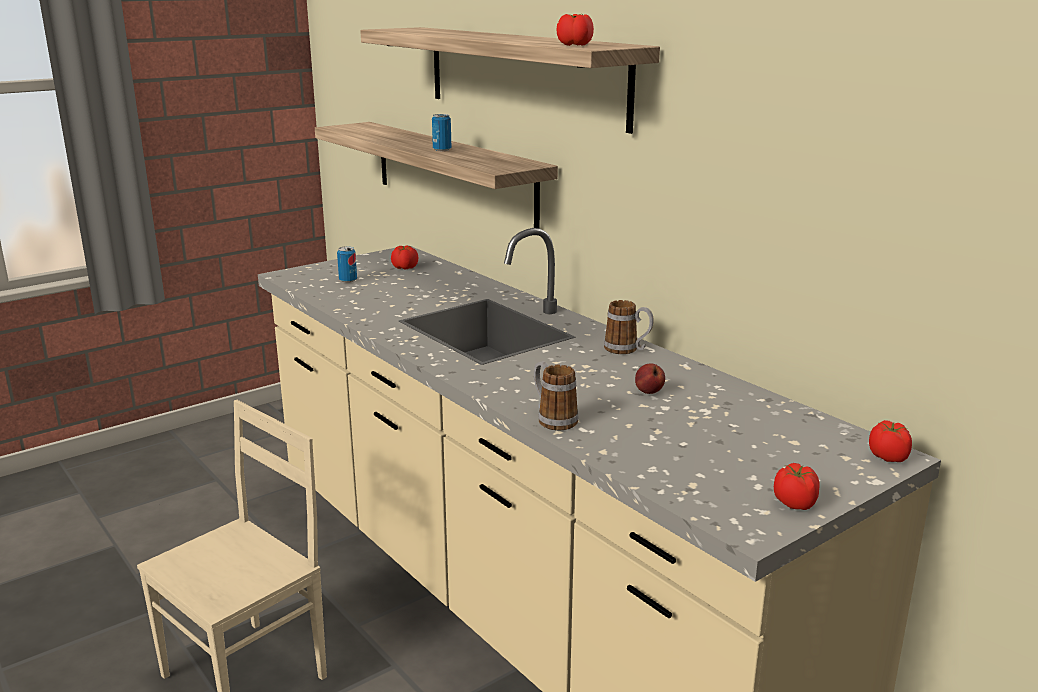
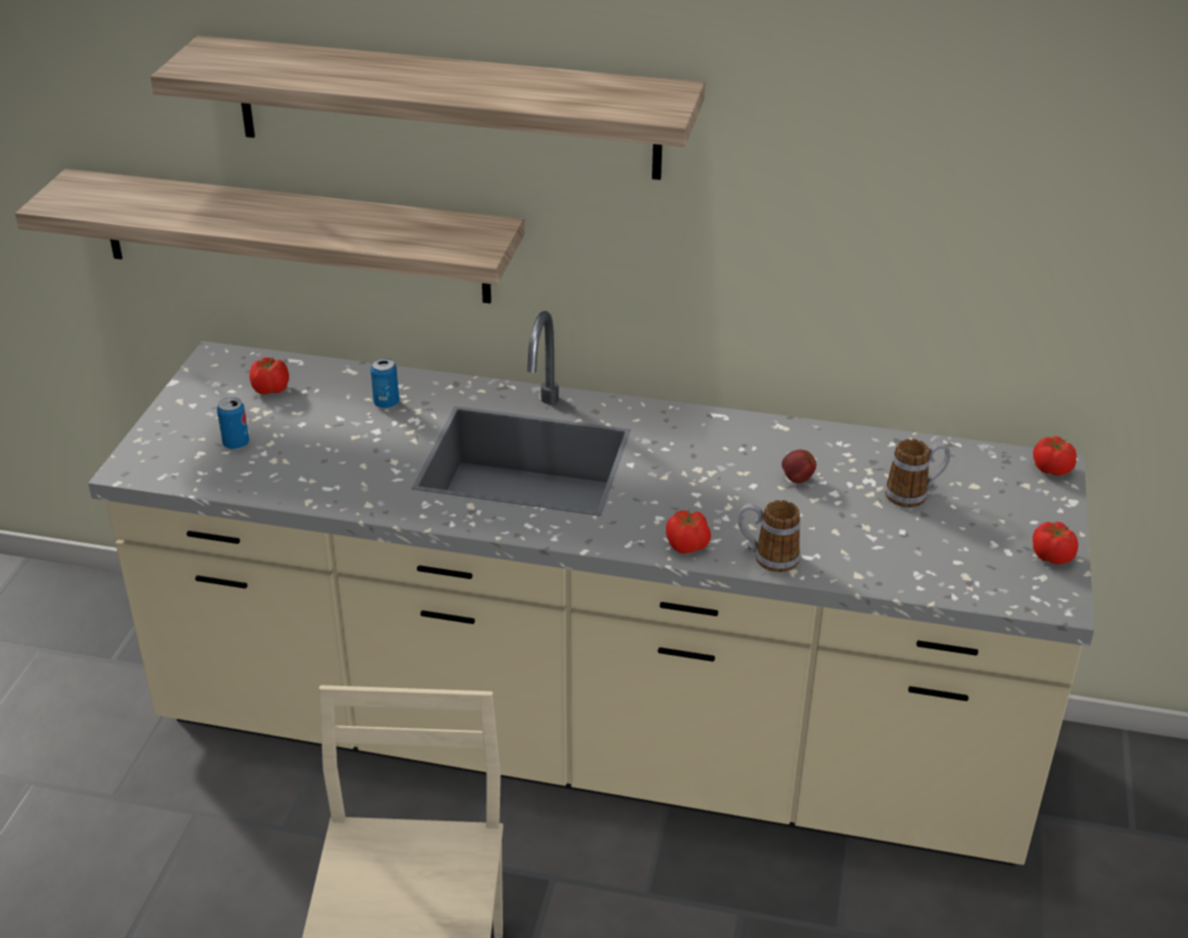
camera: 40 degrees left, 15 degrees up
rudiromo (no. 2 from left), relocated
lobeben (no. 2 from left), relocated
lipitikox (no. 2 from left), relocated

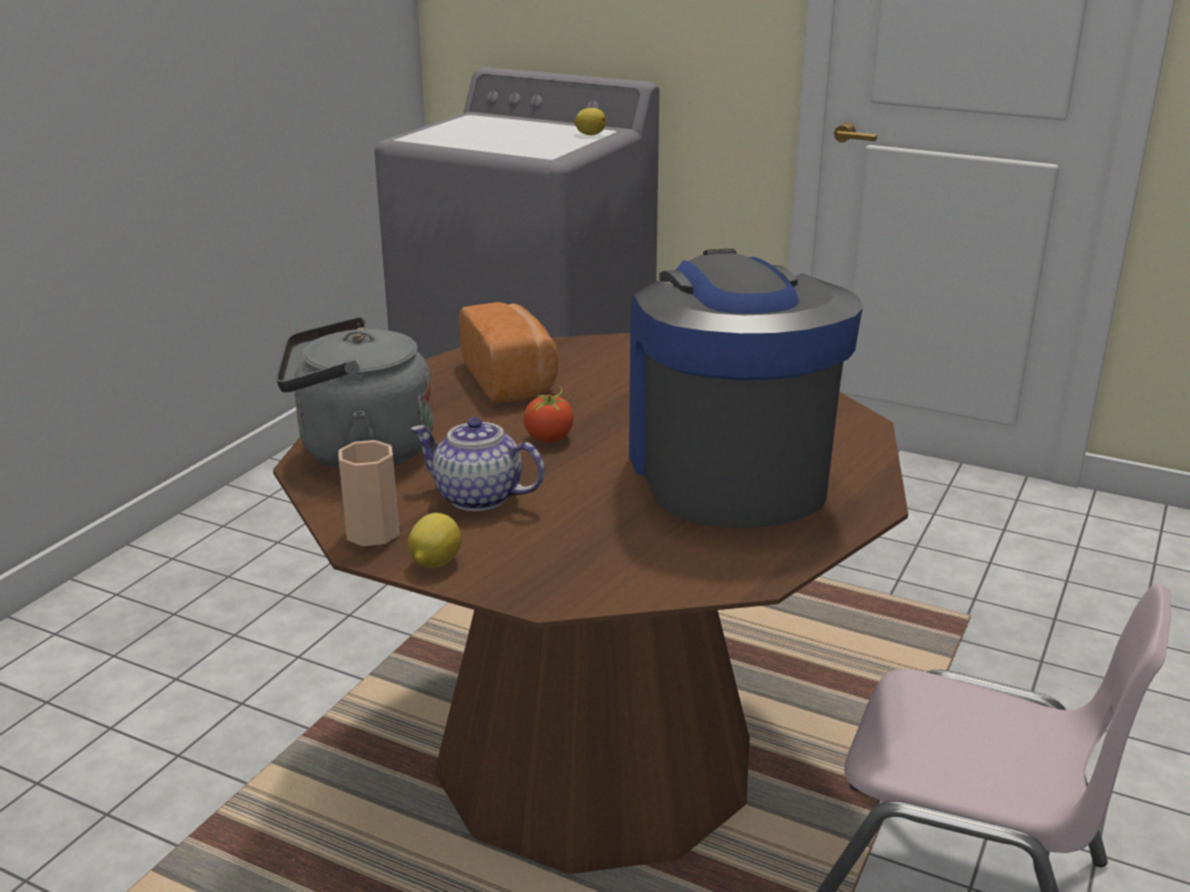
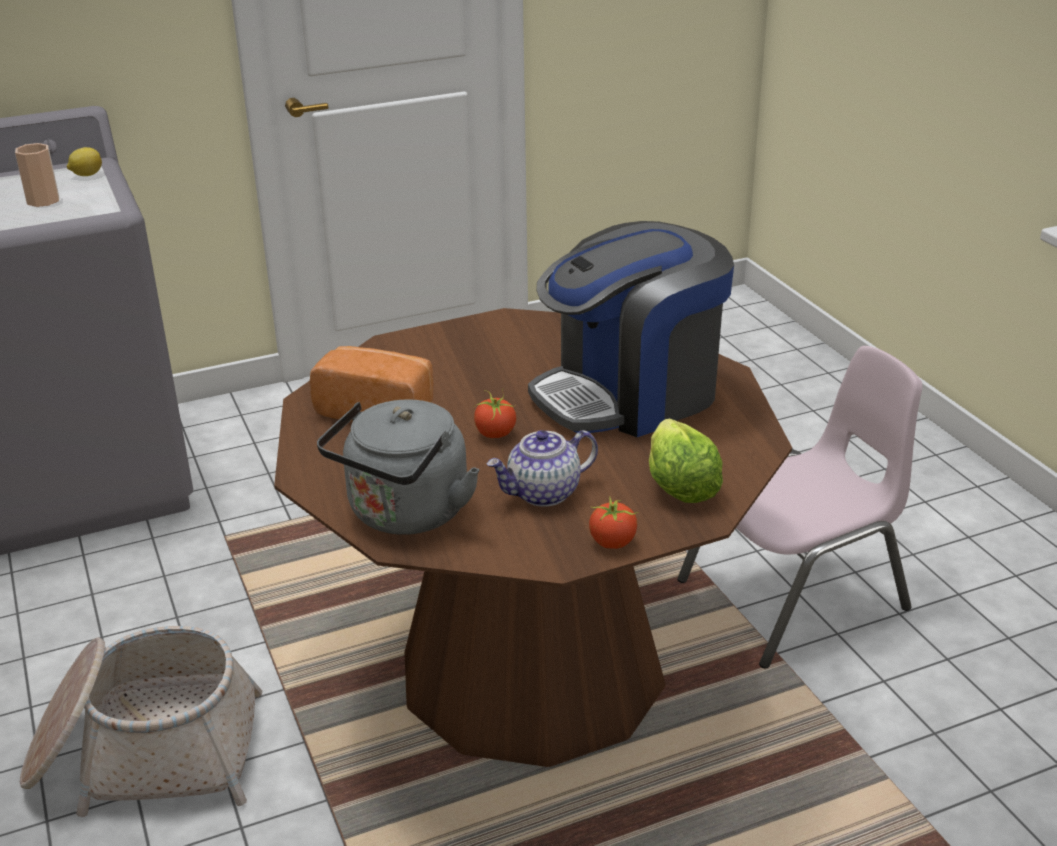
camera: 50 degrees left, 5 degrees up
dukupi, relocated
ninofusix (no. 1 from left) => lobeben (no. 2 from left)
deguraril, 60 degrees counterclockwise
nothing => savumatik
nothing => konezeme

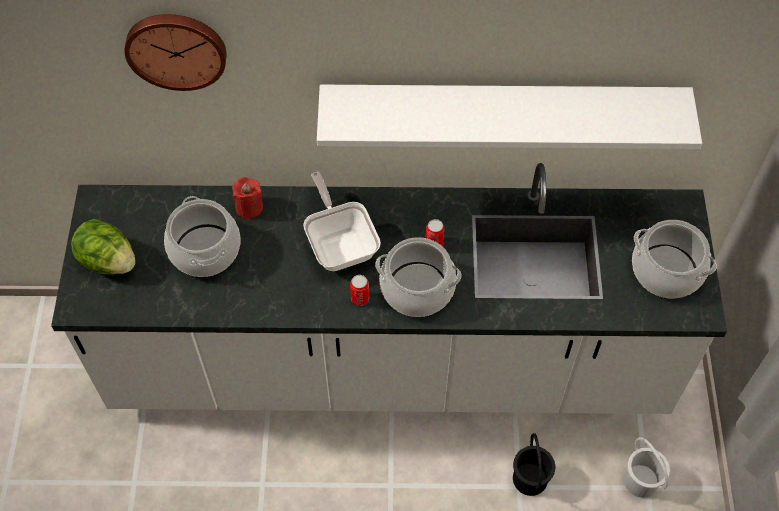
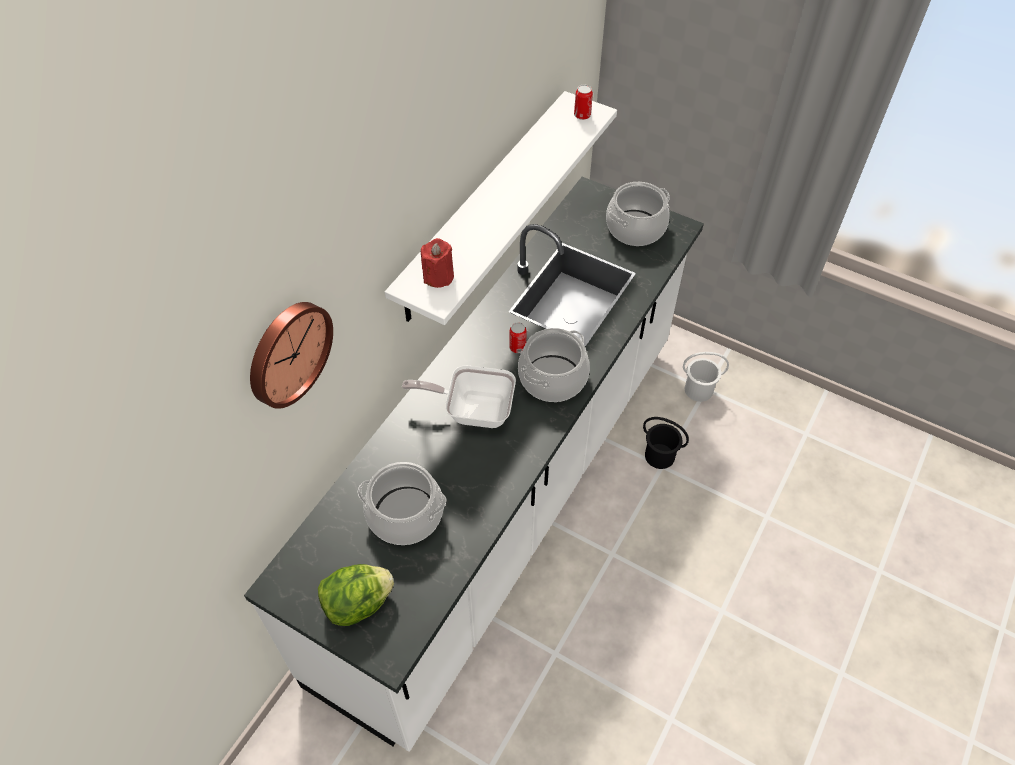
camera: 60 degrees left, 5 degrees down
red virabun, relocated
rudiromo (no. 1 from left in the first image) => rudiromo (no. 2 from left), relocated

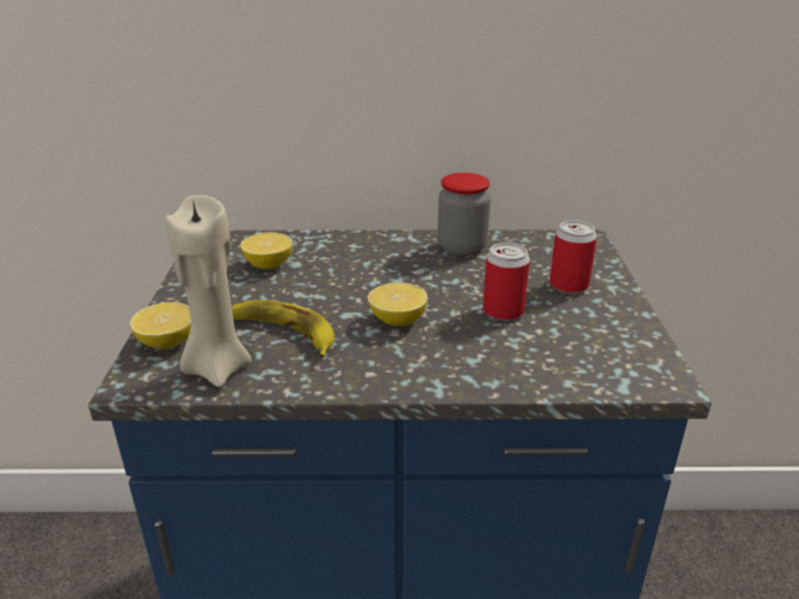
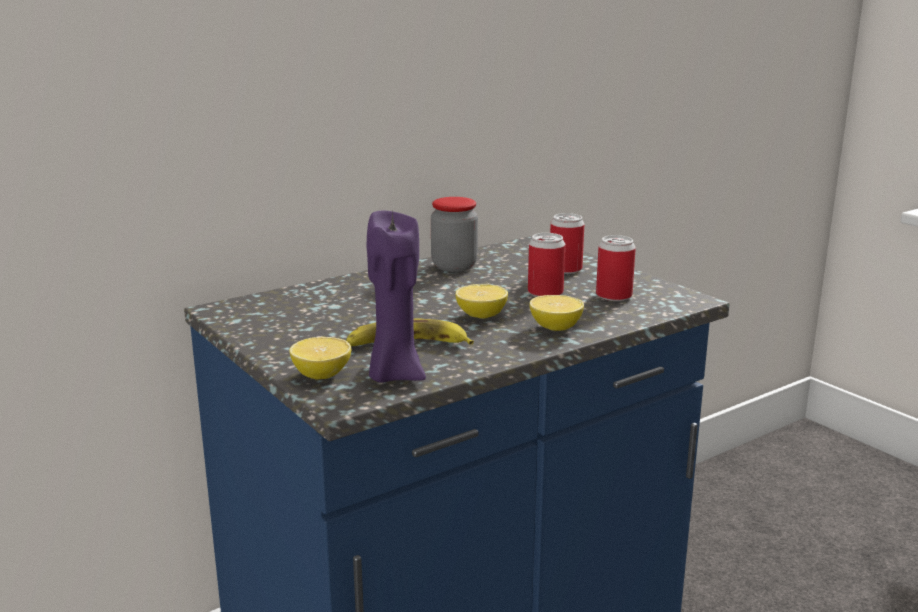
camera: 35 degrees left, 10 degrees down
beige virabun => purple virabun
ninofusix (no. 2 from left in the first image) => ninofusix (no. 3 from left), relocated
nothing => rudiromo (no. 3 from left)

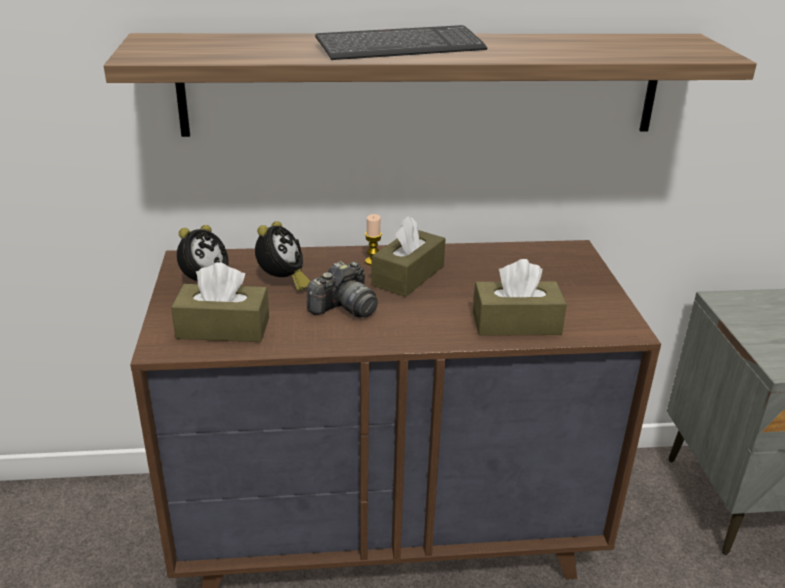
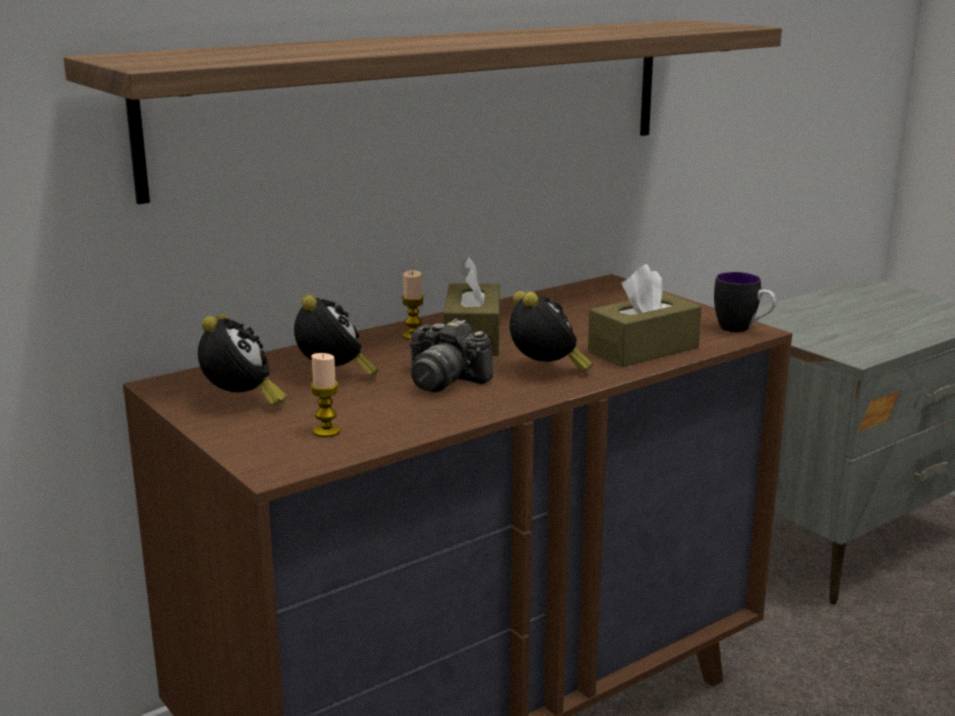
camera: 30 degrees left, 10 degrees down
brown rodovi (no. 1 from left) => virabun (no. 1 from left)
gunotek, 105 degrees clockwise
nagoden => nothing
nothing => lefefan (no. 3 from left)
nothing => lipitikox

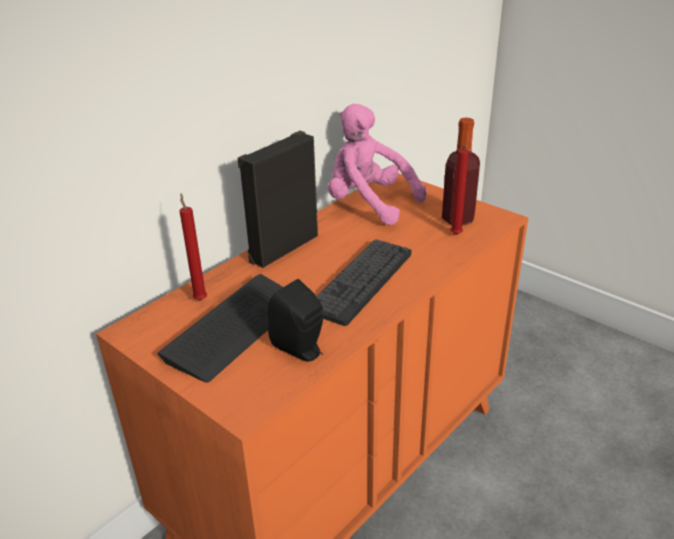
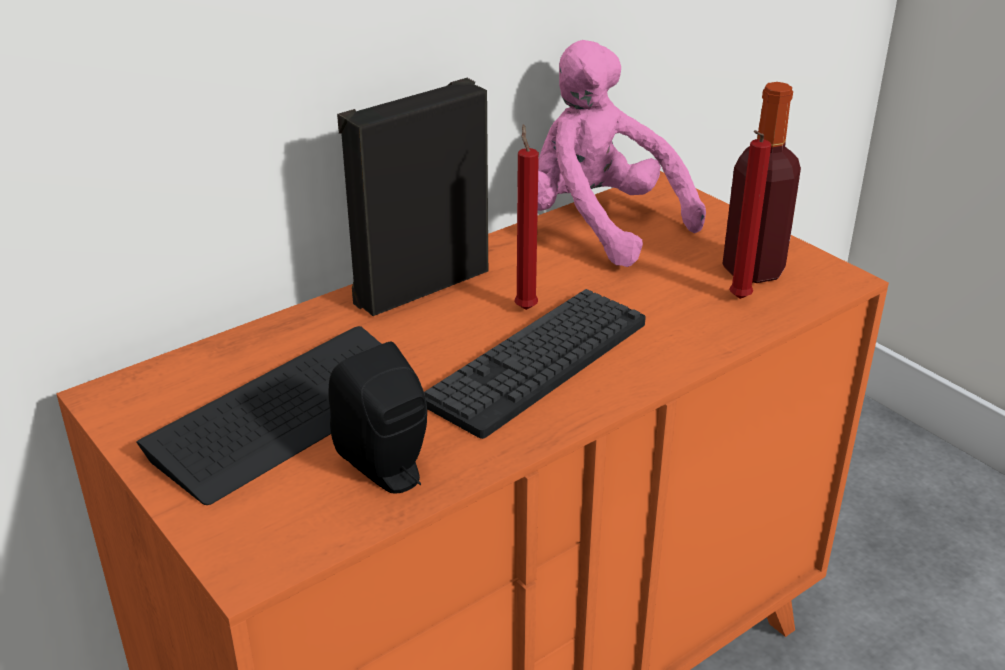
camera: 10 degrees right, 0 degrees up
red virabun (no. 1 from left), relocated

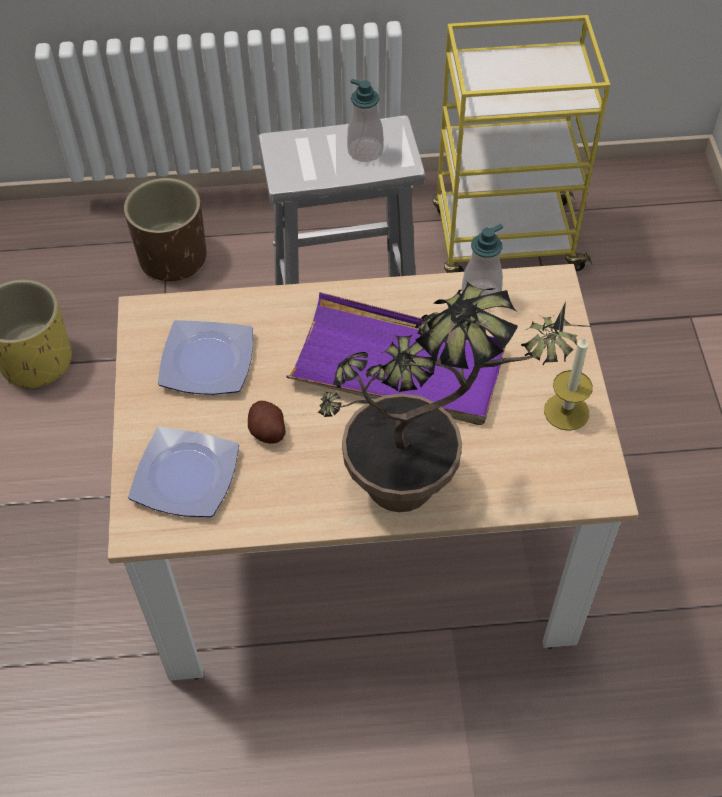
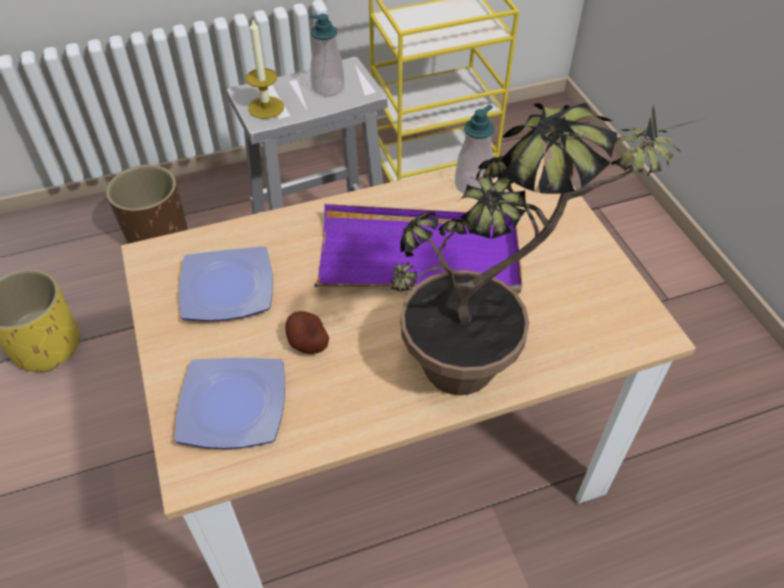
camera: 15 degrees left, 5 degrees down
virabun, relocated

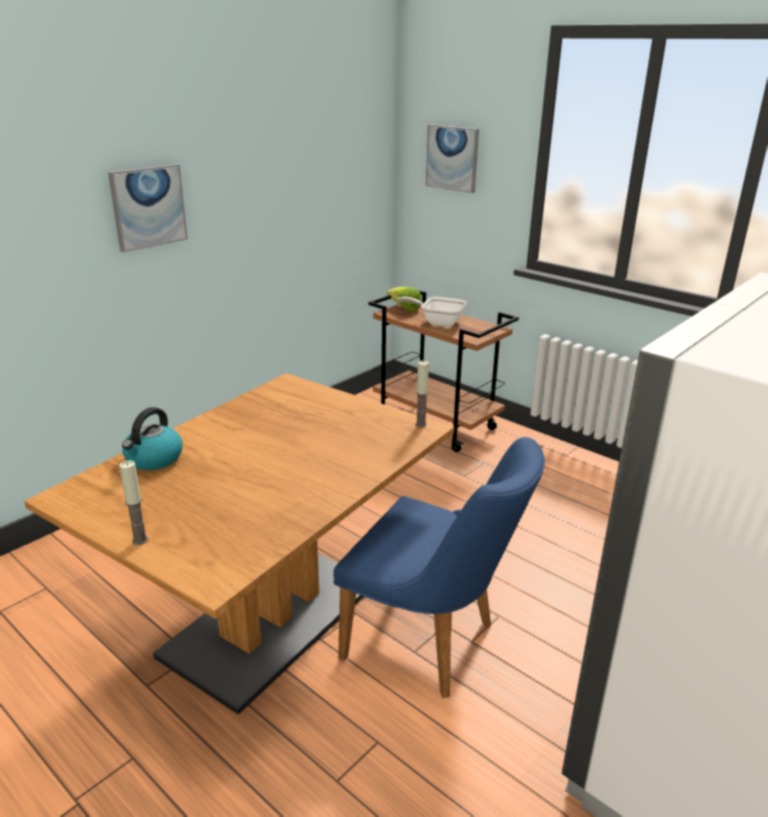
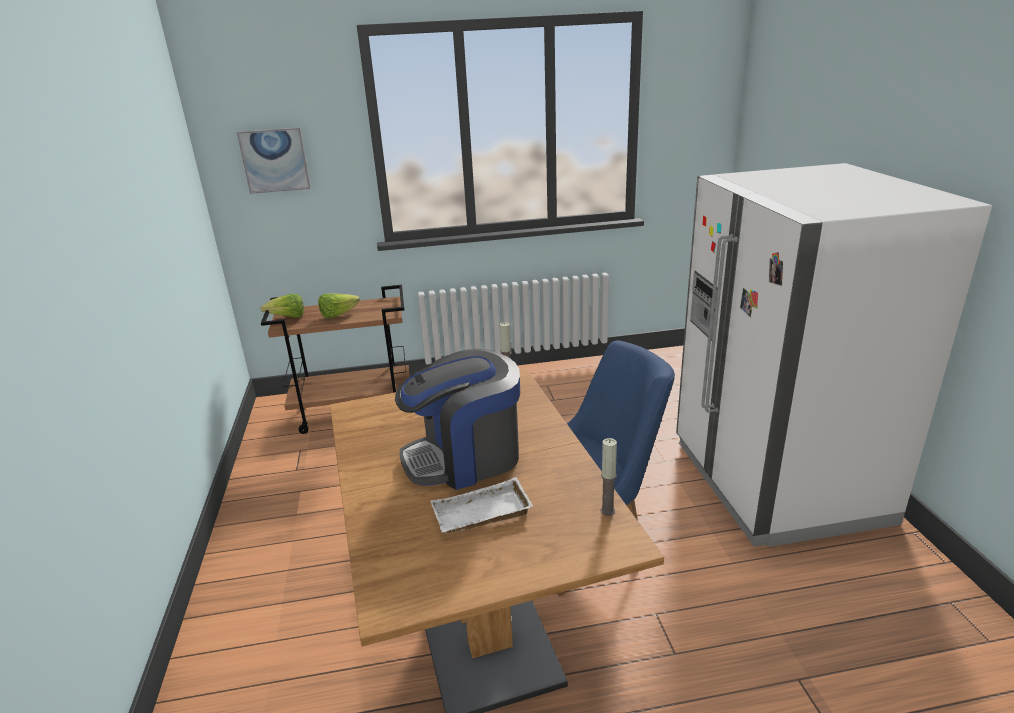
camera: 50 degrees left, 0 degrees up
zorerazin (no. 1 from left) => nothing
virabun (no. 1 from left in the first image) => virabun (no. 2 from left), relocated
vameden => nothing
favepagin => konezeme (no. 2 from left)
nothing => deguraril
nothing => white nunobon

